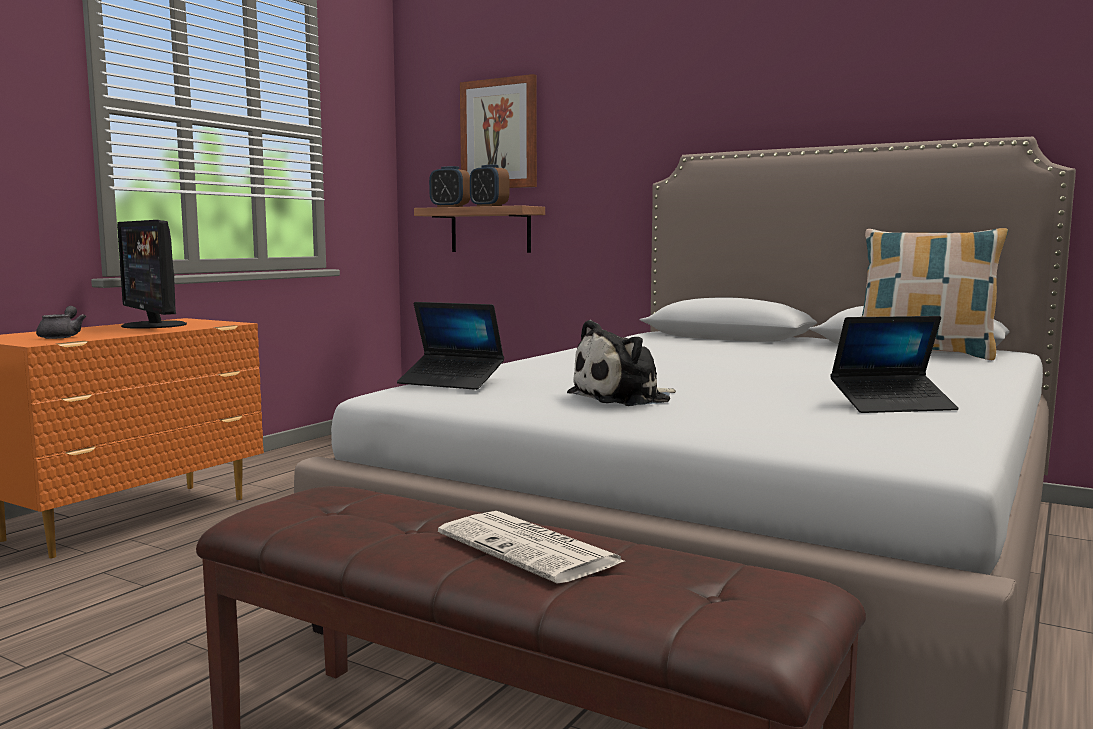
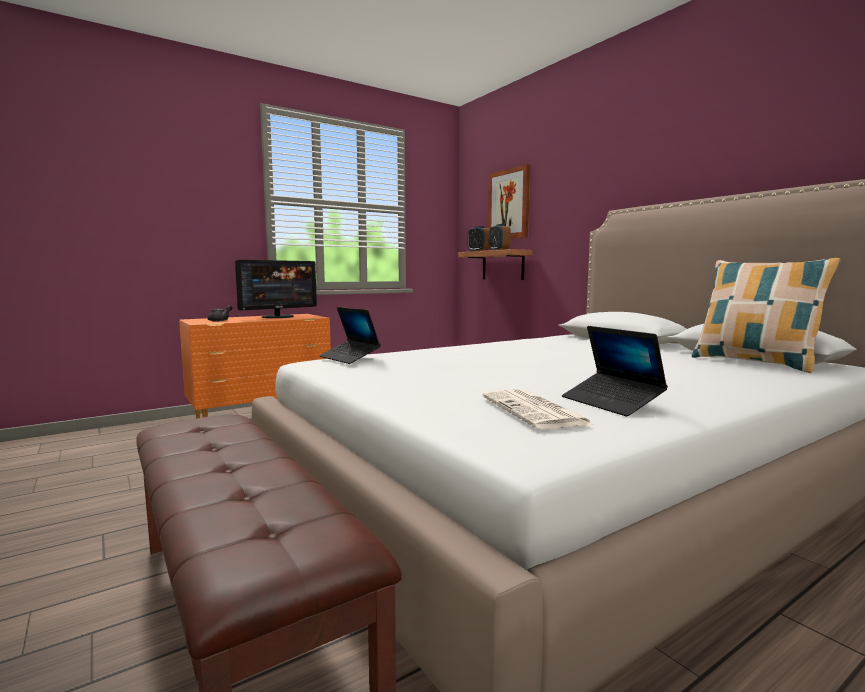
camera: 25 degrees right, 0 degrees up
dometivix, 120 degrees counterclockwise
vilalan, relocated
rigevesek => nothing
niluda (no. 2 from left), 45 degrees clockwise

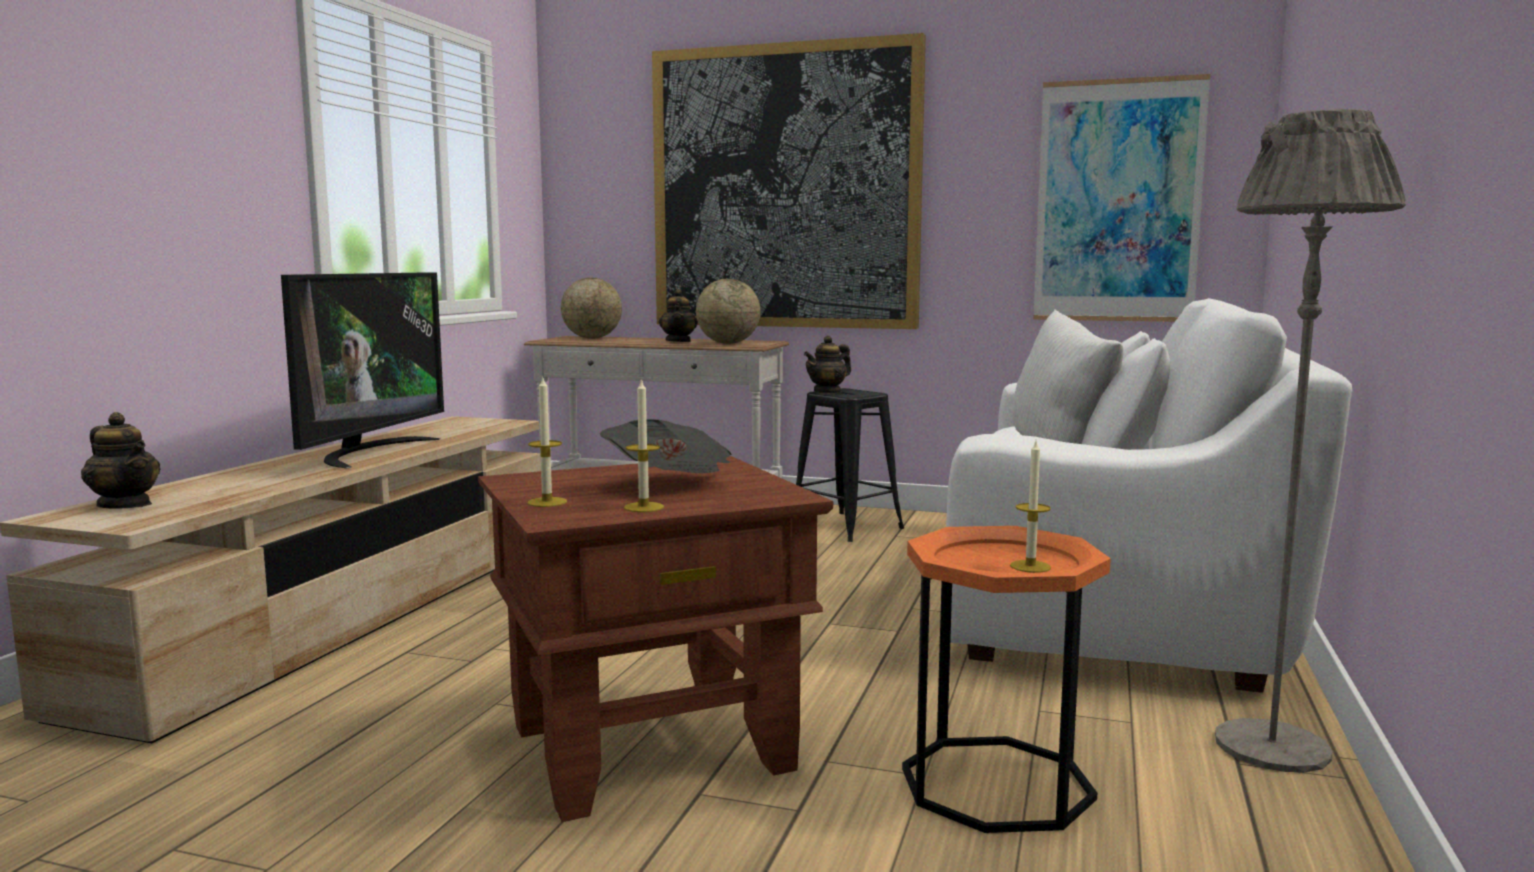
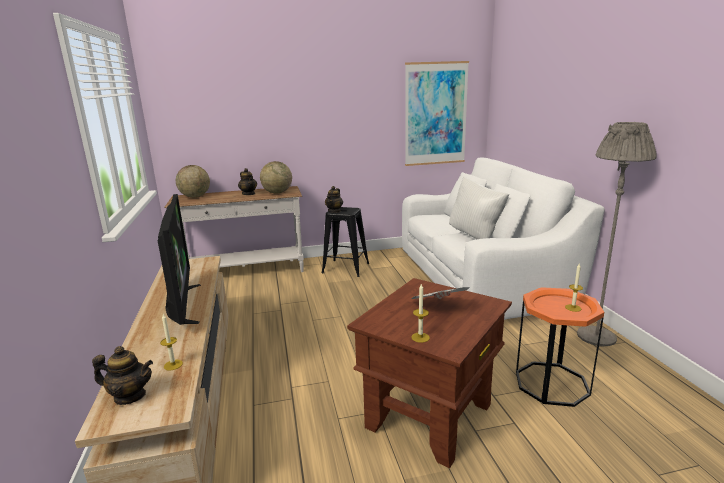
camera: 30 degrees left, 10 degrees up
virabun (no. 2 from left in the first image) => virabun (no. 1 from left), relocated
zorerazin (no. 1 from left) => nothing

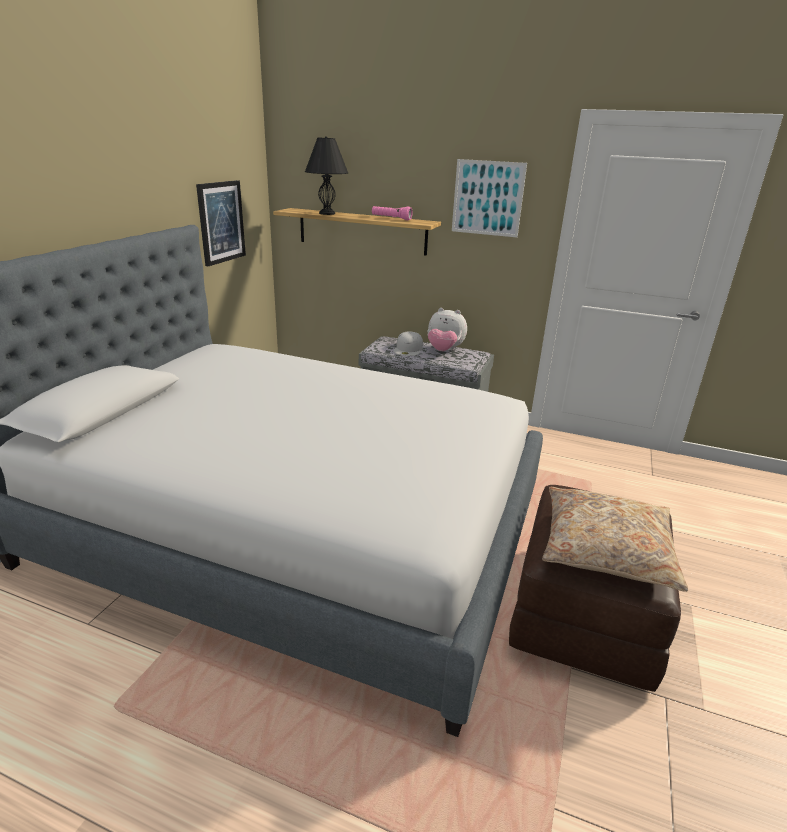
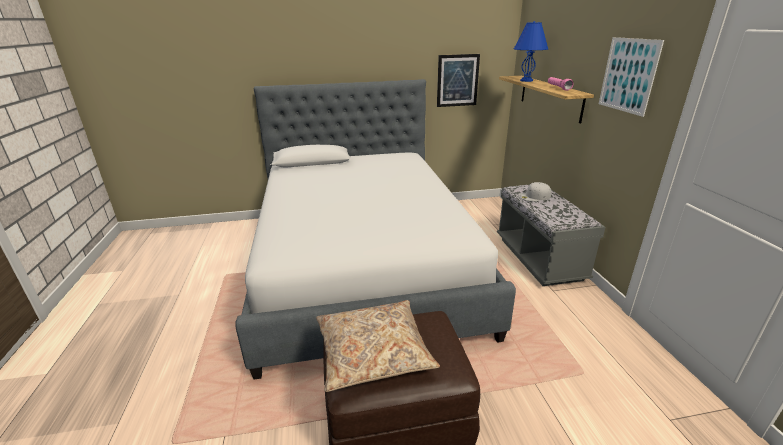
camera: 60 degrees right, 0 degrees up
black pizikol => blue pizikol
rigevesek => nothing

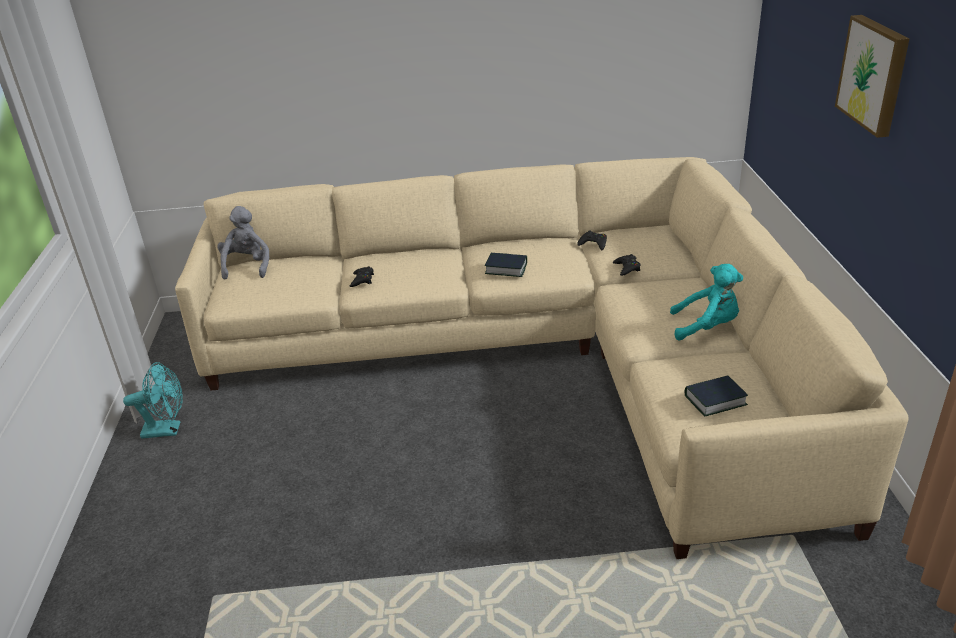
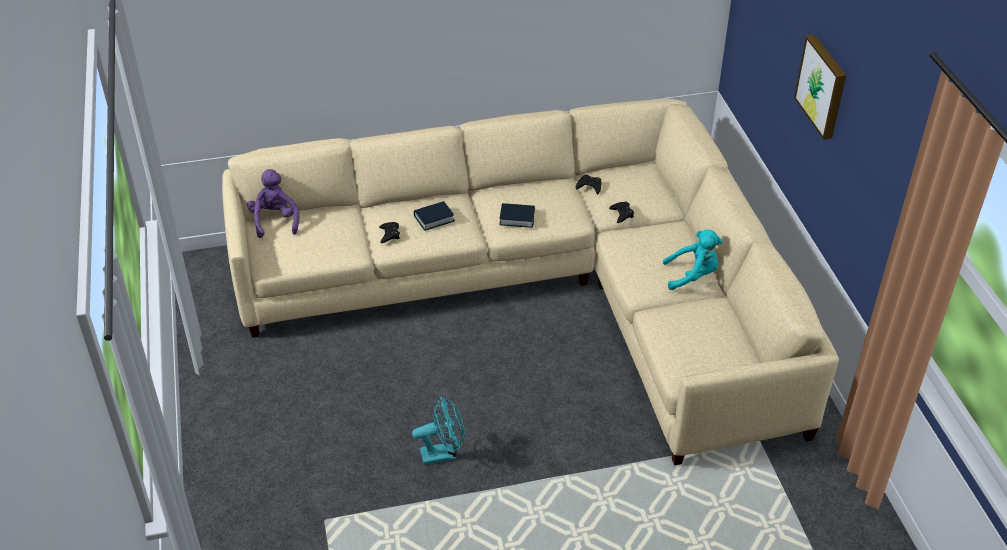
camera: 10 degrees left, 10 degrees up
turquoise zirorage, relocated
grey rigevesek => purple rigevesek
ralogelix (no. 2 from left in the first image) => ralogelix (no. 1 from left), relocated

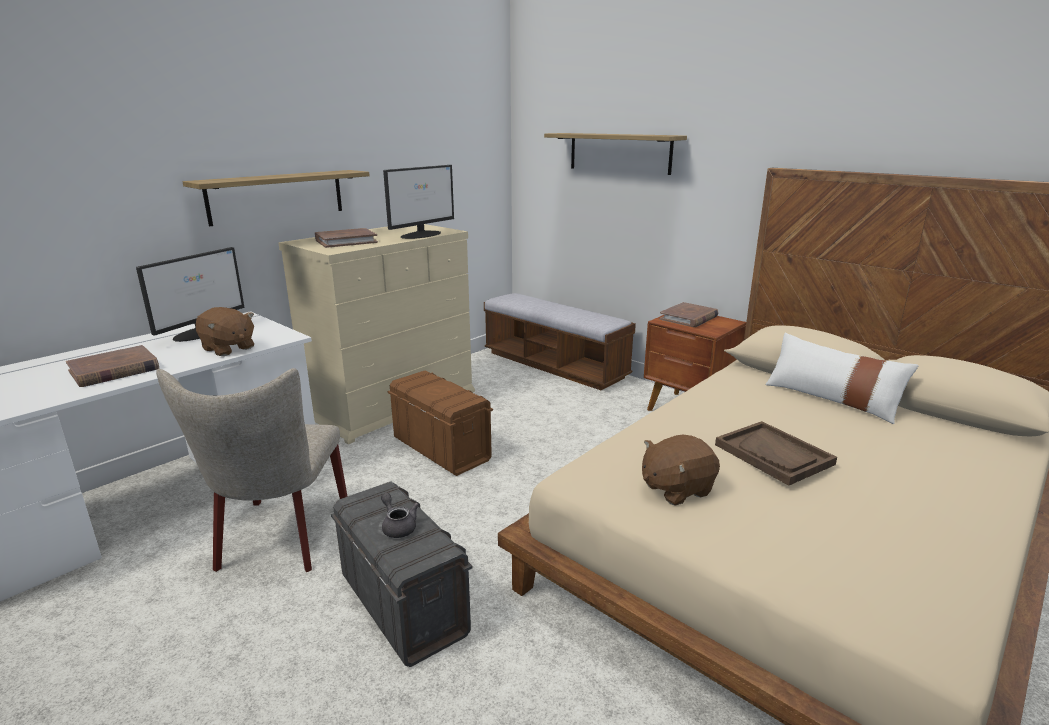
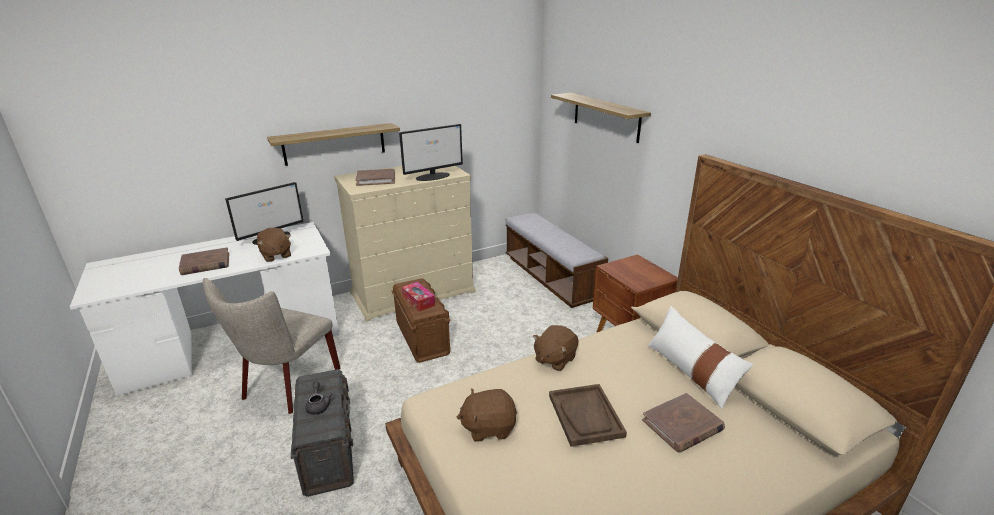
camera: 20 degrees right, 5 degrees up
brown ralogelix (no. 3 from left), relocated
nothing => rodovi
nothing => brown rigevesek (no. 3 from left)

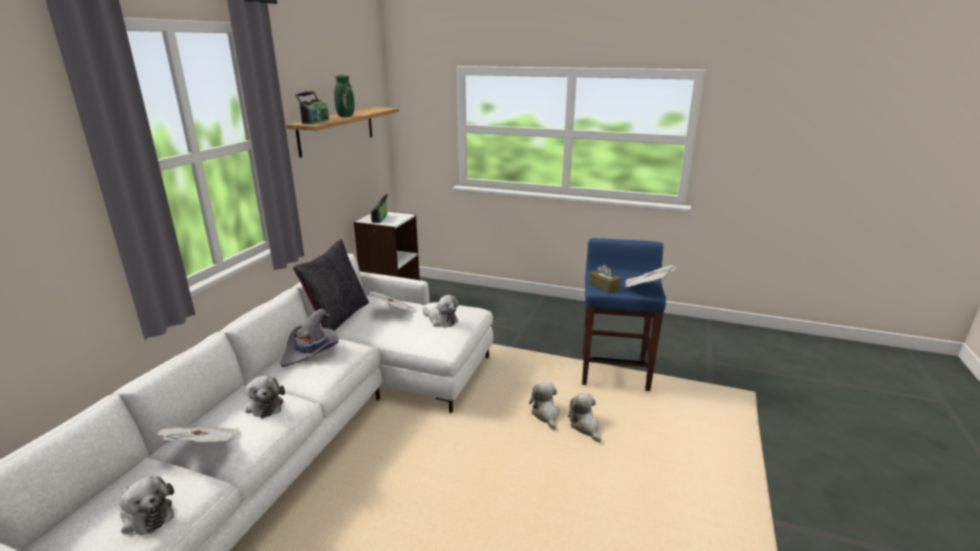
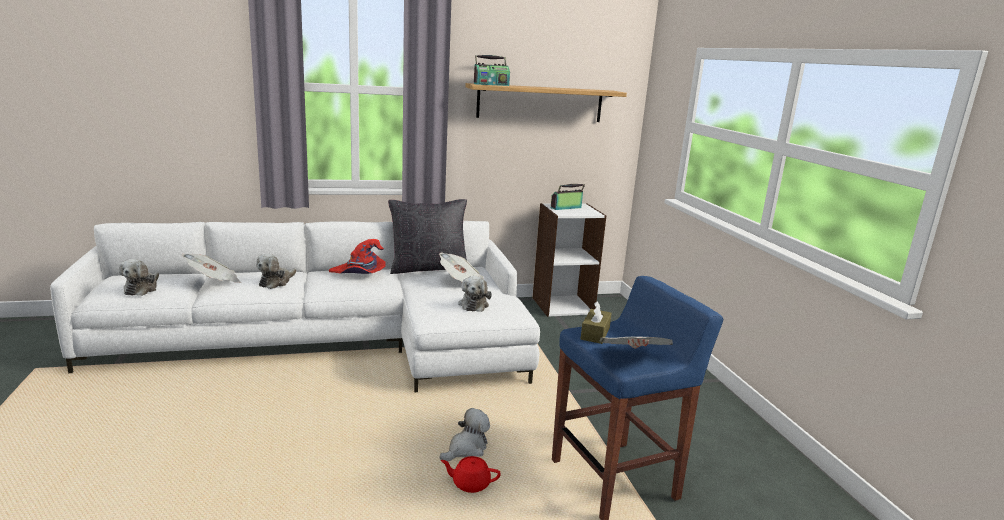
camera: 55 degrees right, 5 degrees down
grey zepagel => red zepagel
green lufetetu => nothing
rigevesek (no. 5 from left) => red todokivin

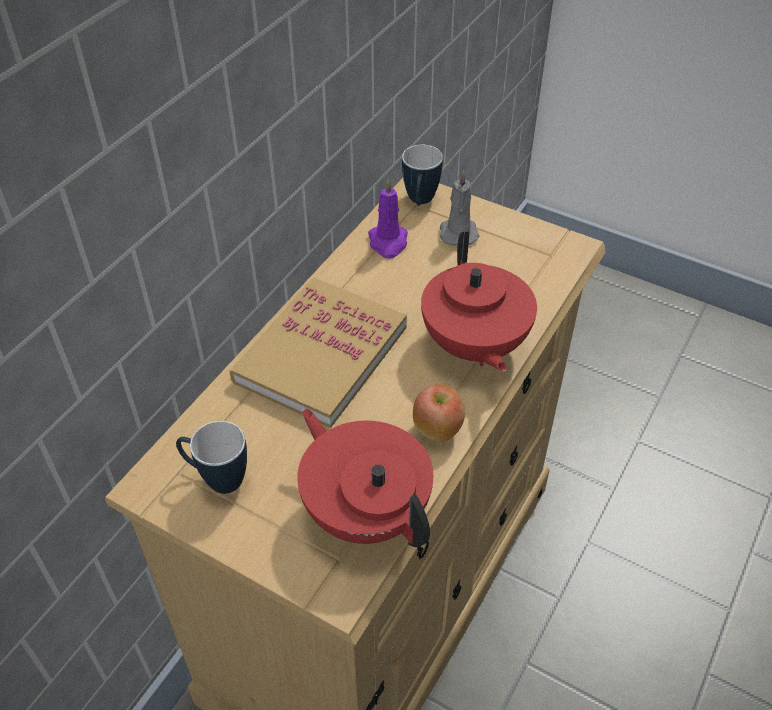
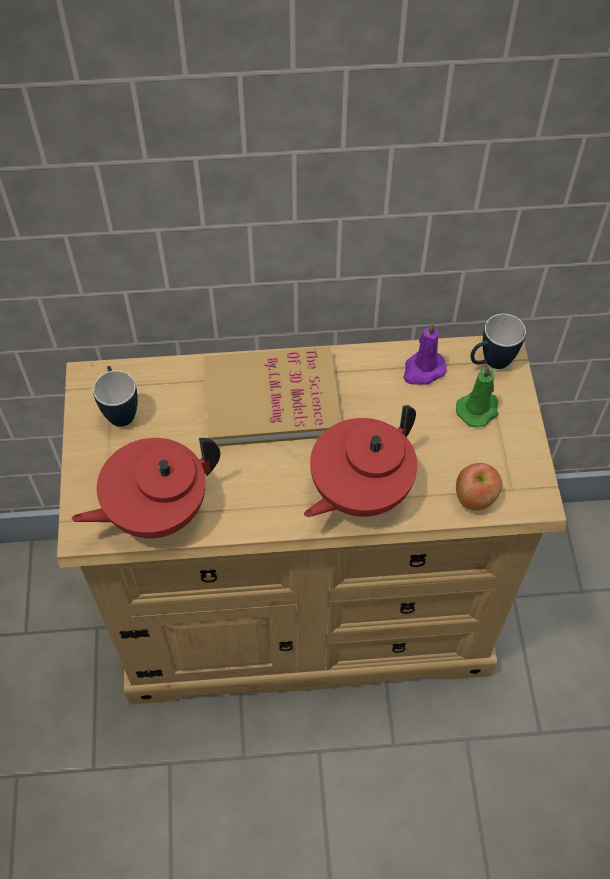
camera: 55 degrees right, 10 degrees up
red todokivin (no. 1 from left), 135 degrees counterclockwise
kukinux, relocated
grey virabun => green virabun

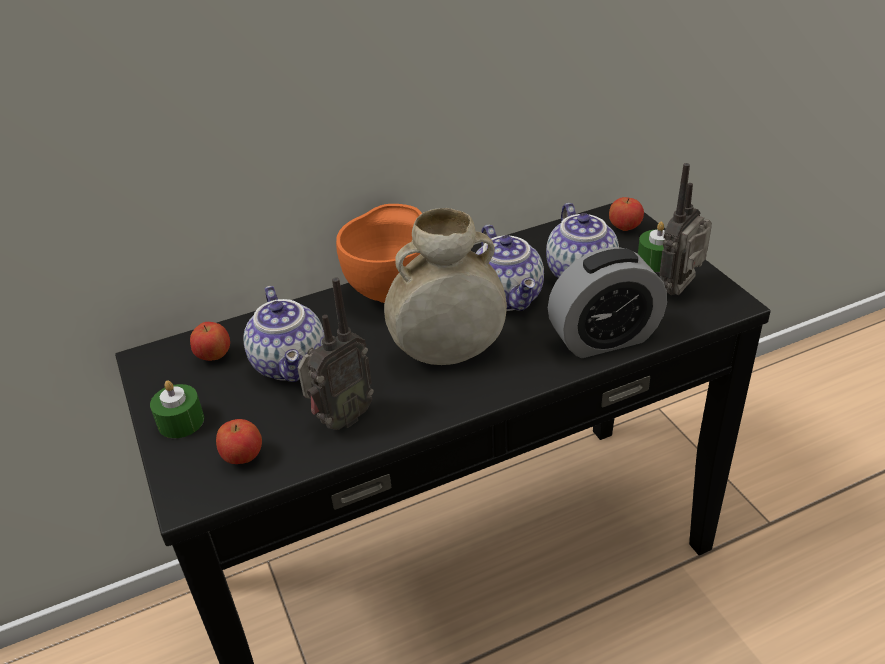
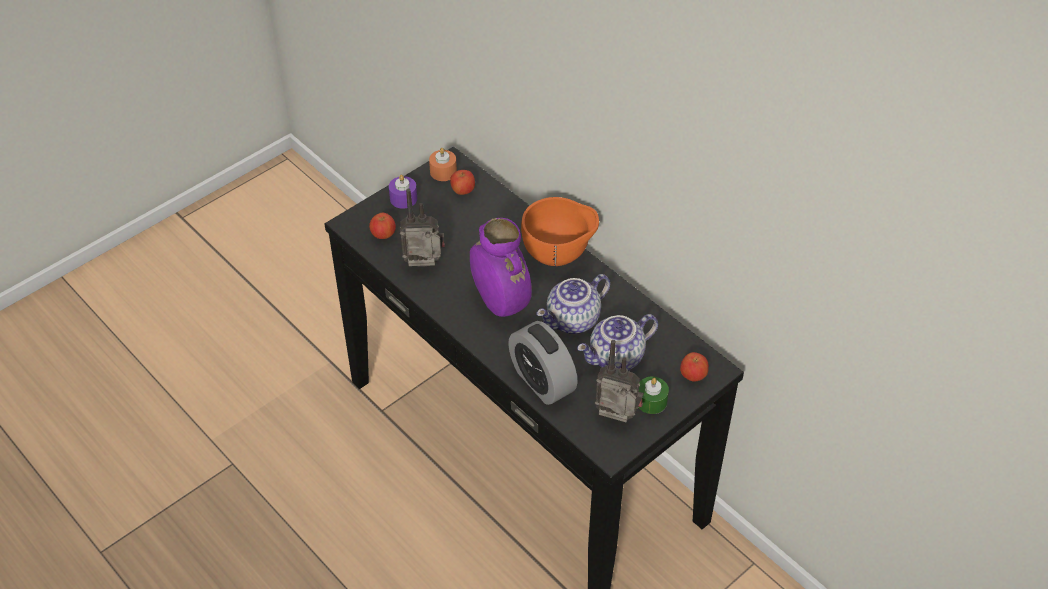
camera: 70 degrees right, 10 degrees up
green virabun (no. 1 from left) => purple virabun
todokivin (no. 1 from left) => nothing
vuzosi (no. 1 from left), 150 degrees clockwise
beige lufetetu => purple lufetetu
nothing => orange virabun

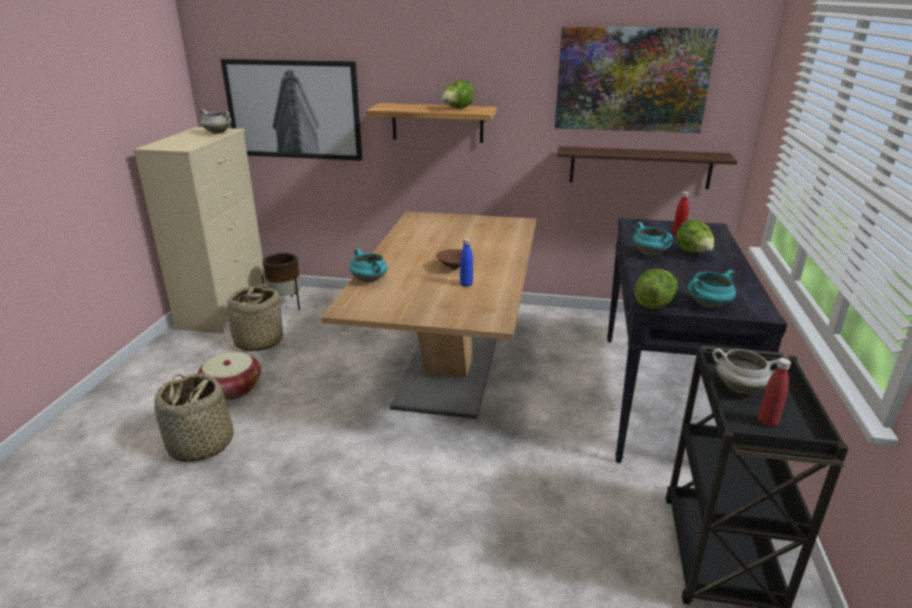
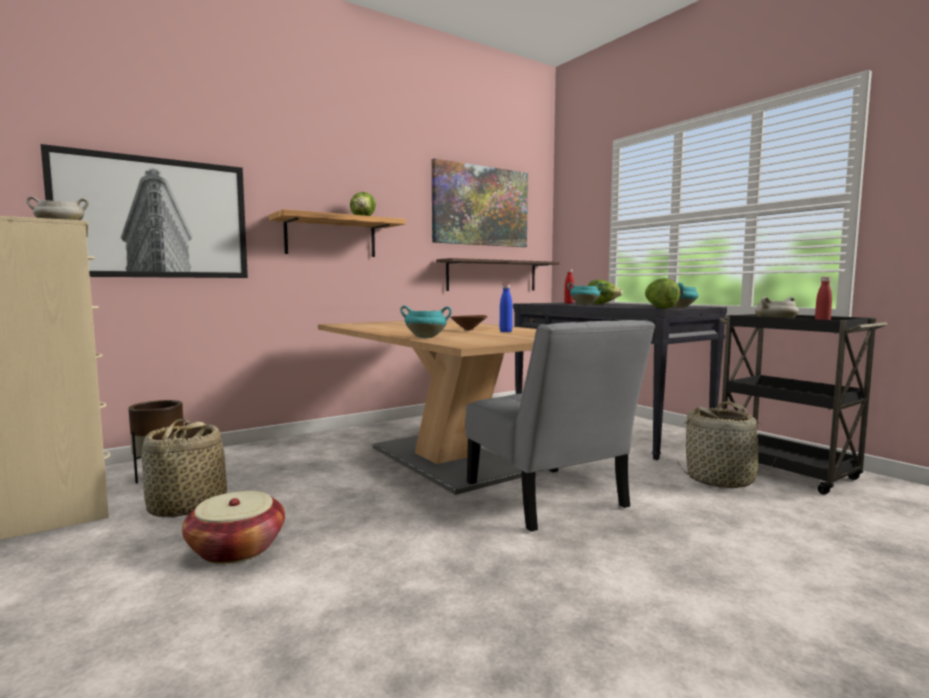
camera: 45 degrees left, 20 degrees down
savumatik (no. 1 from left in the first image) => savumatik (no. 3 from left), relocated
nothing => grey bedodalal

